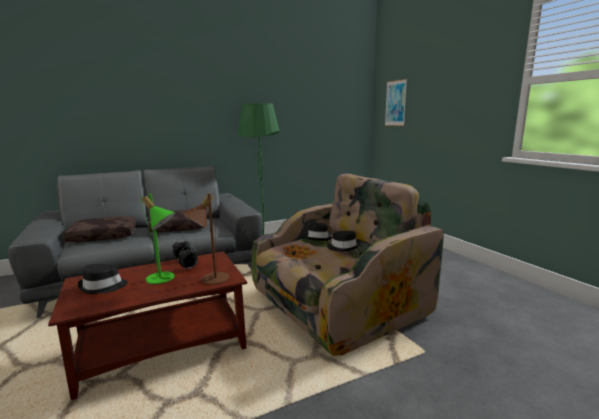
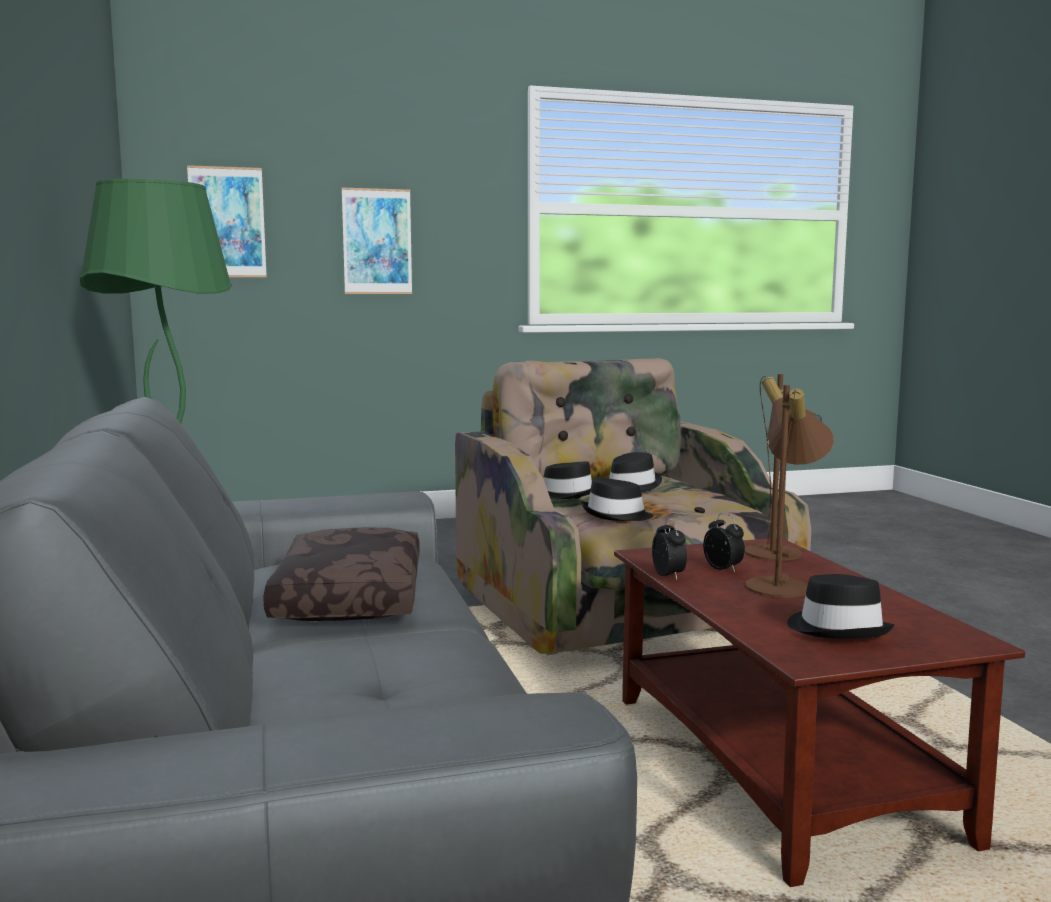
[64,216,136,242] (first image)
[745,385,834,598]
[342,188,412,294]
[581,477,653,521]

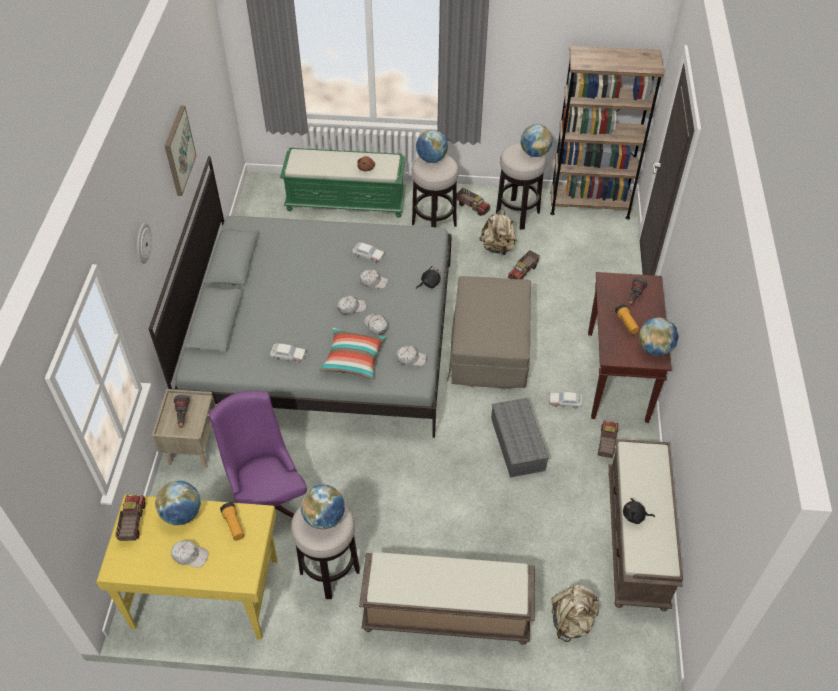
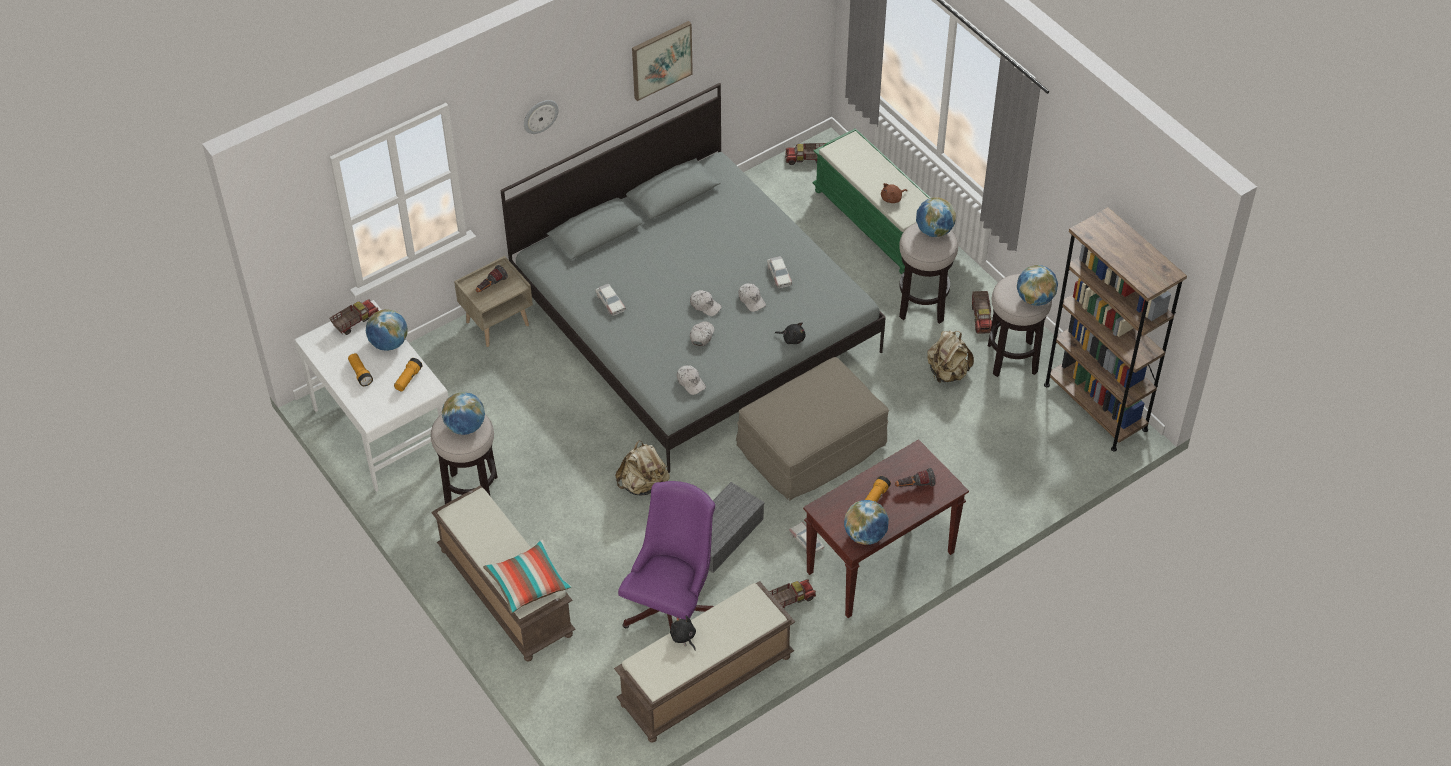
[294,300,449,492]
[348,353,373,386]
[618,481,715,630]
[483,539,572,614]
[785,143,826,165]
[615,440,670,495]

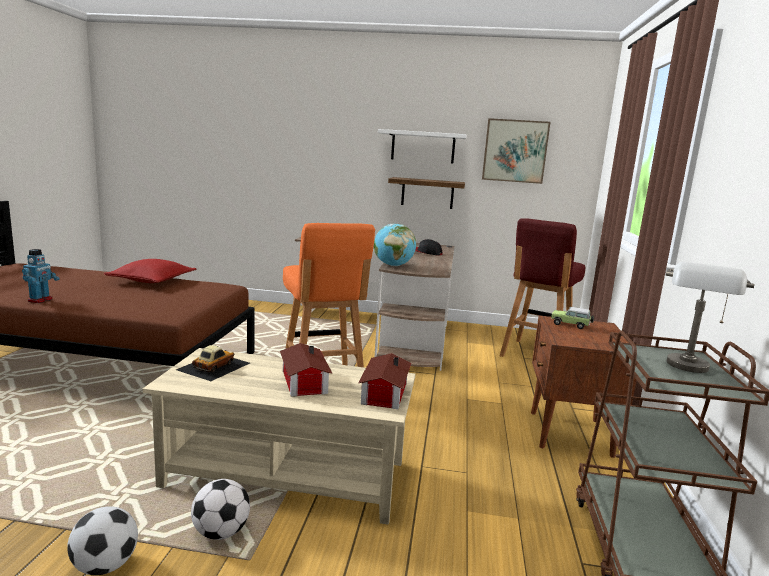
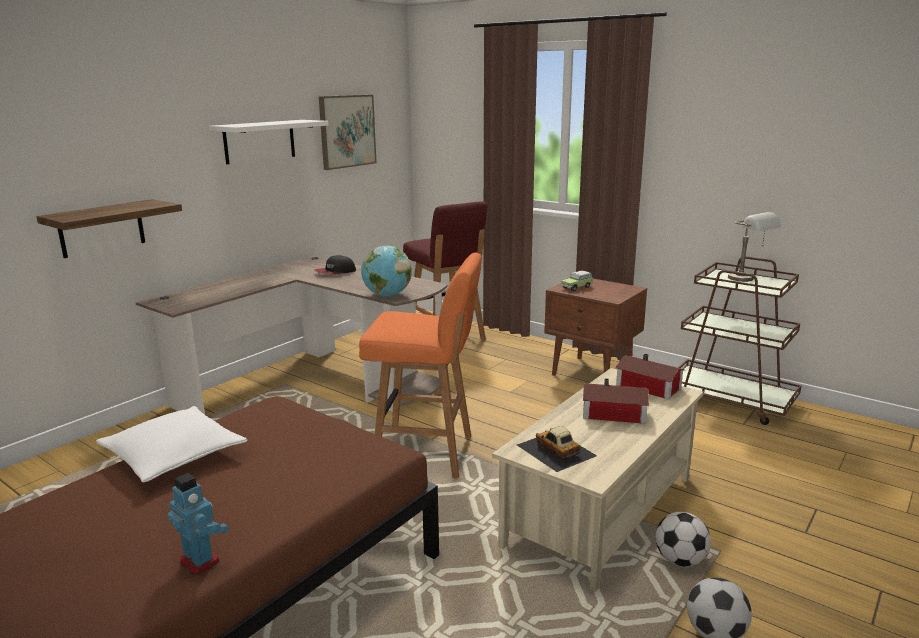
[96,406,248,482]
[36,199,182,258]

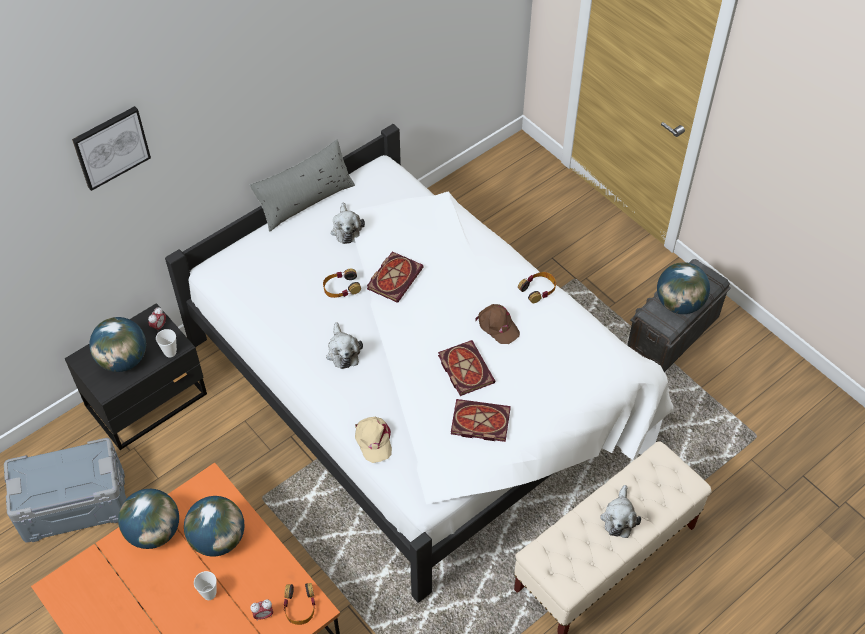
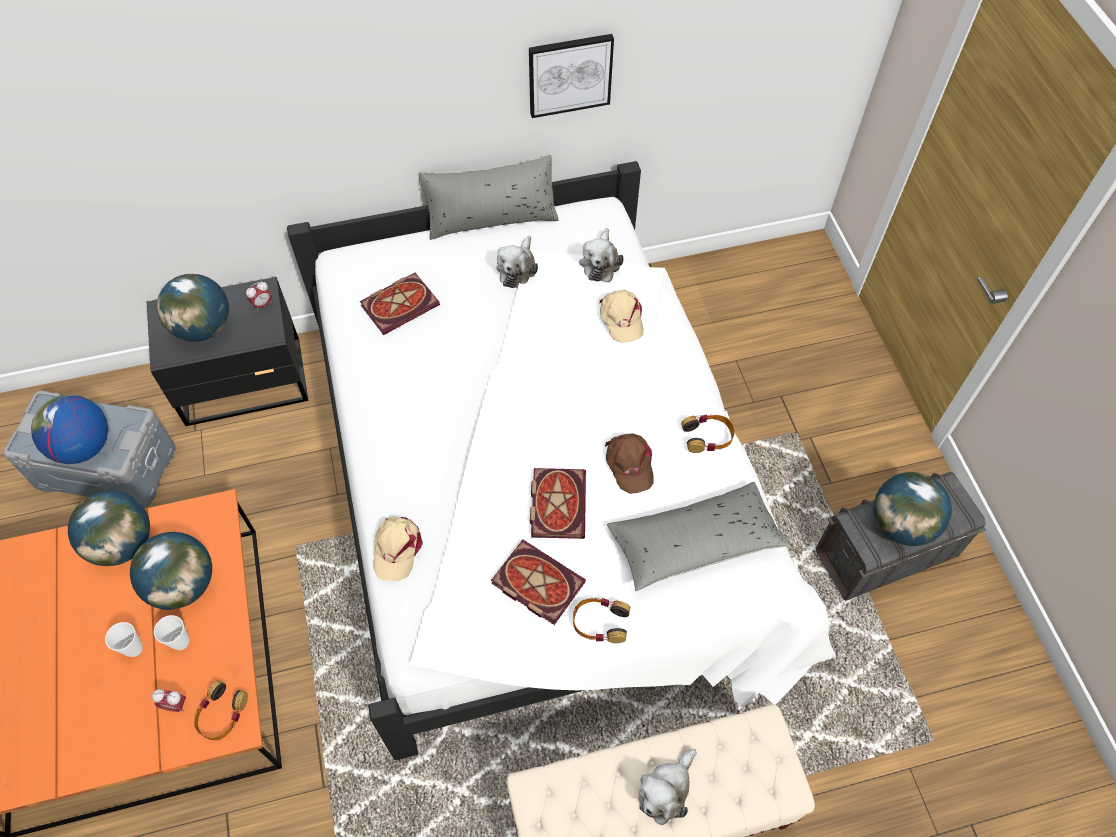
[529,34,614,118]
[154,615,190,650]
[573,598,630,643]
[579,228,624,282]
[360,273,440,335]
[31,395,108,464]
[599,290,643,343]
[607,482,791,591]

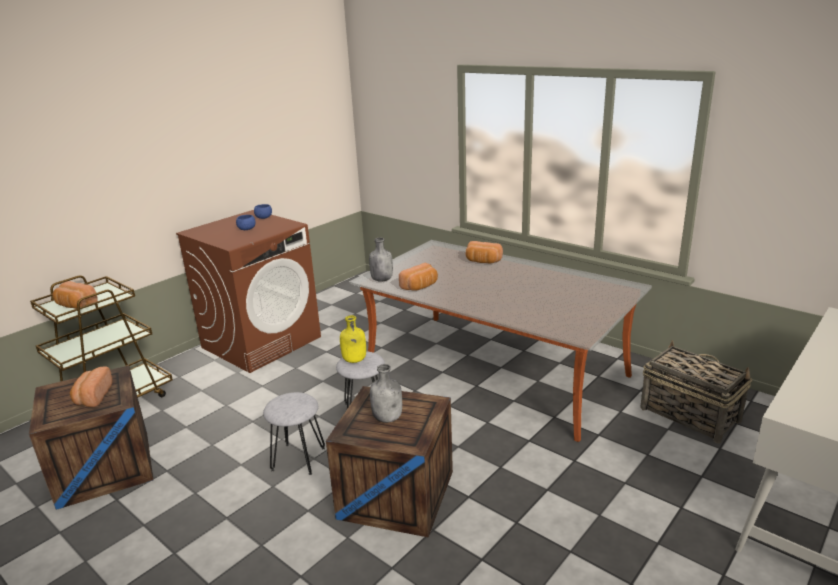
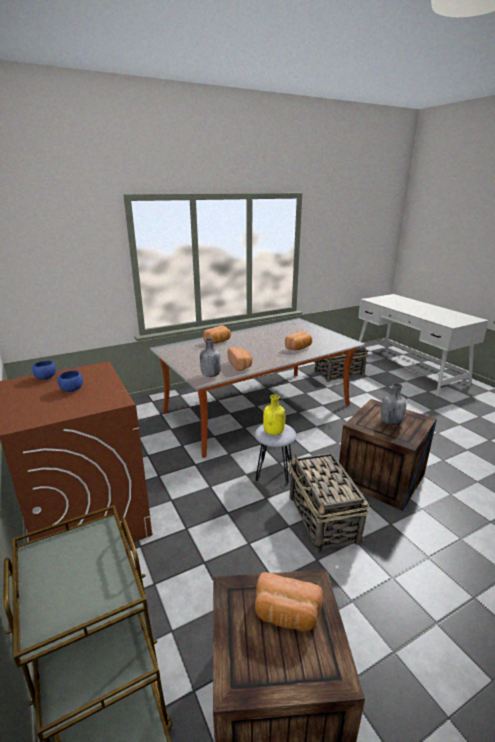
[285,331,312,350]
[288,453,369,553]

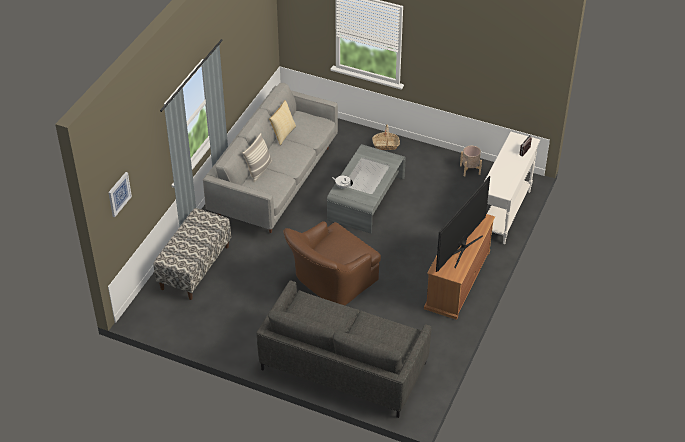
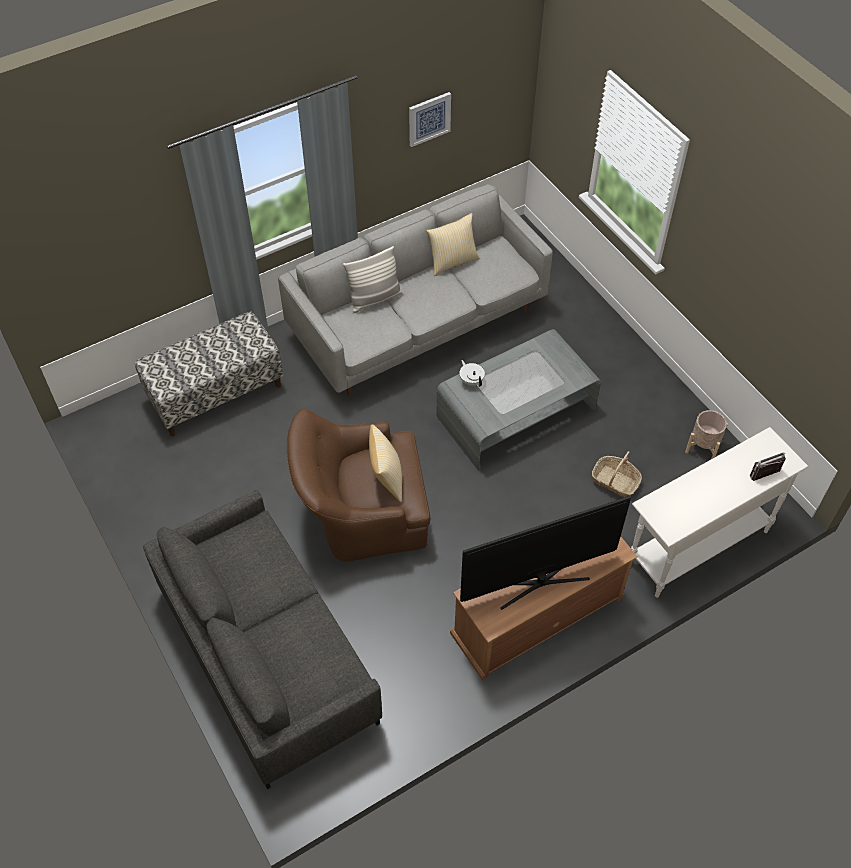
[409,92,451,147]
[592,451,642,497]
[369,424,402,502]

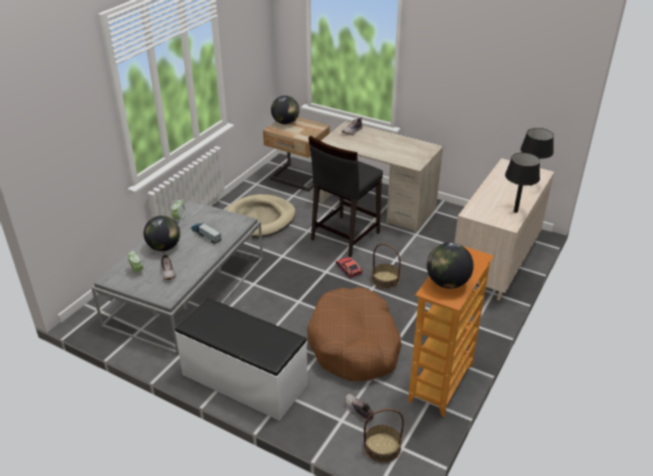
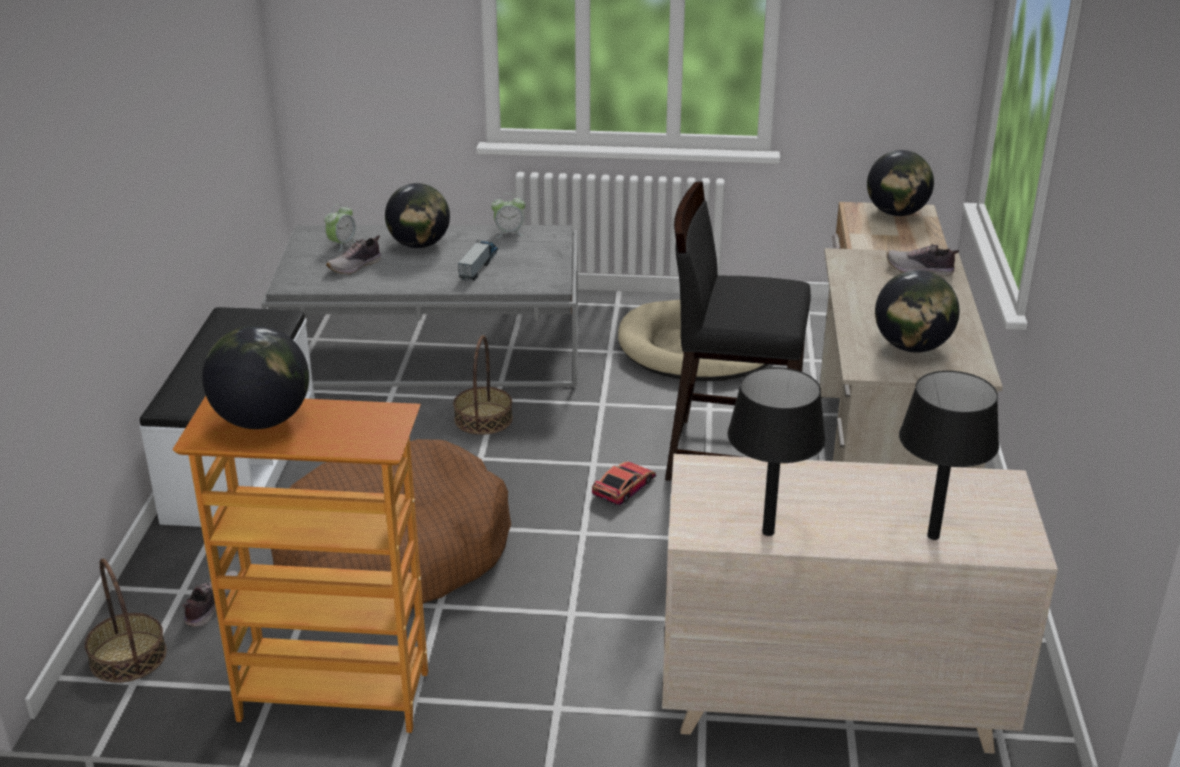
[453,335,513,435]
[875,270,959,352]

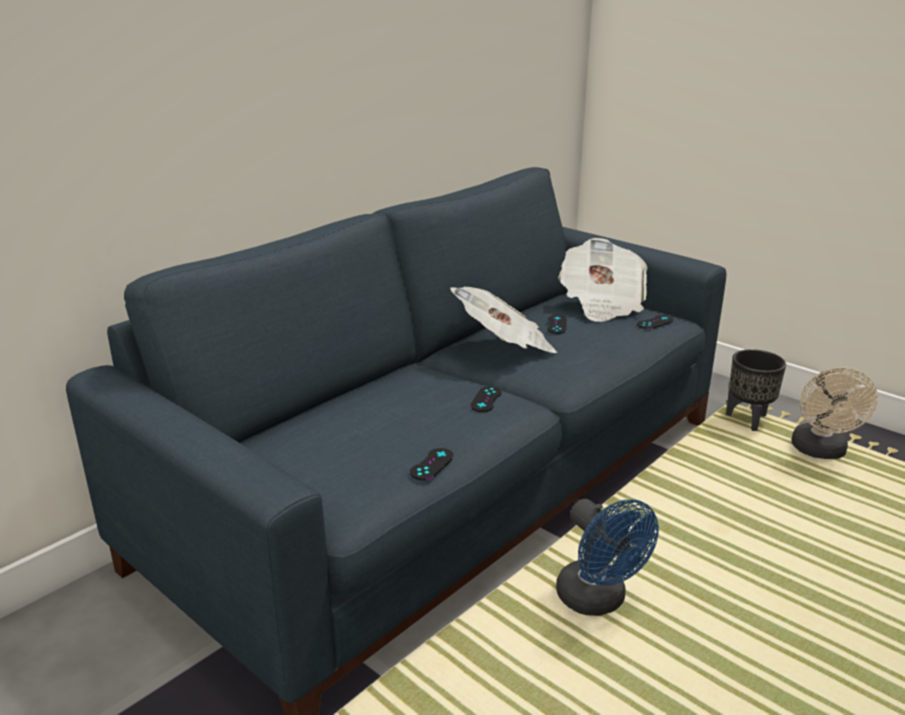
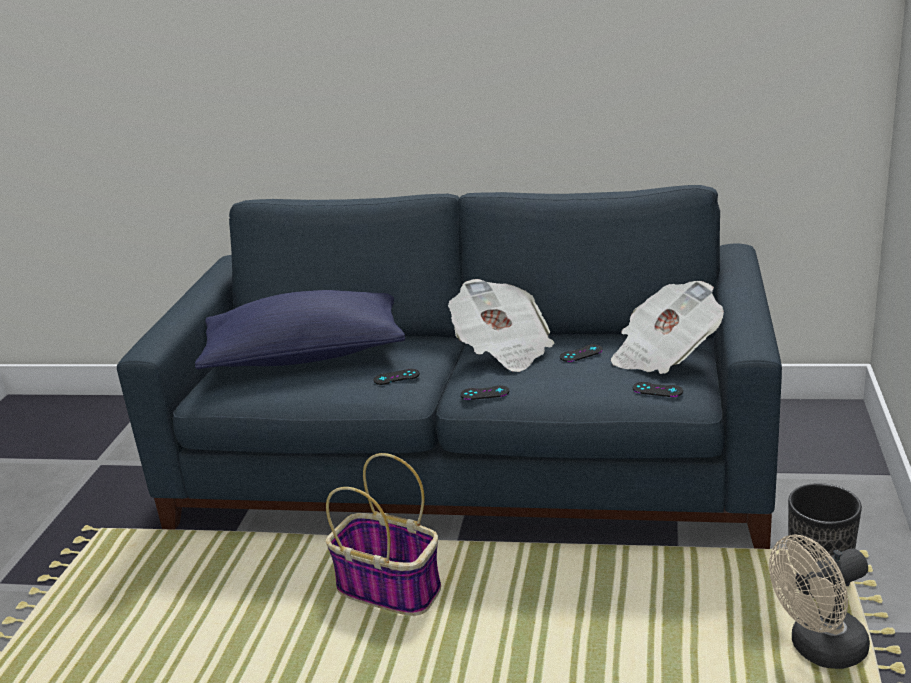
[460,385,509,400]
[326,453,441,616]
[195,290,405,369]

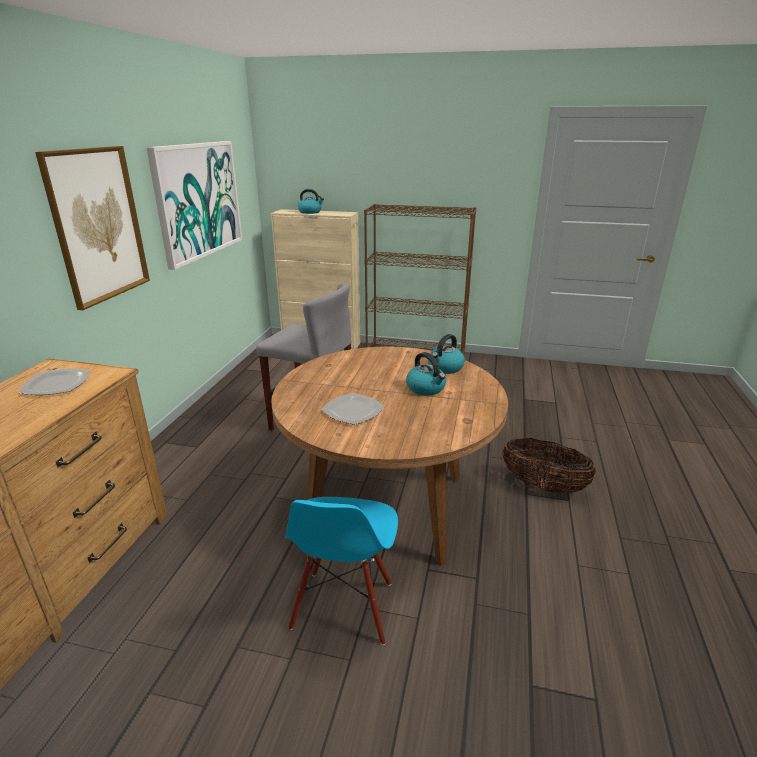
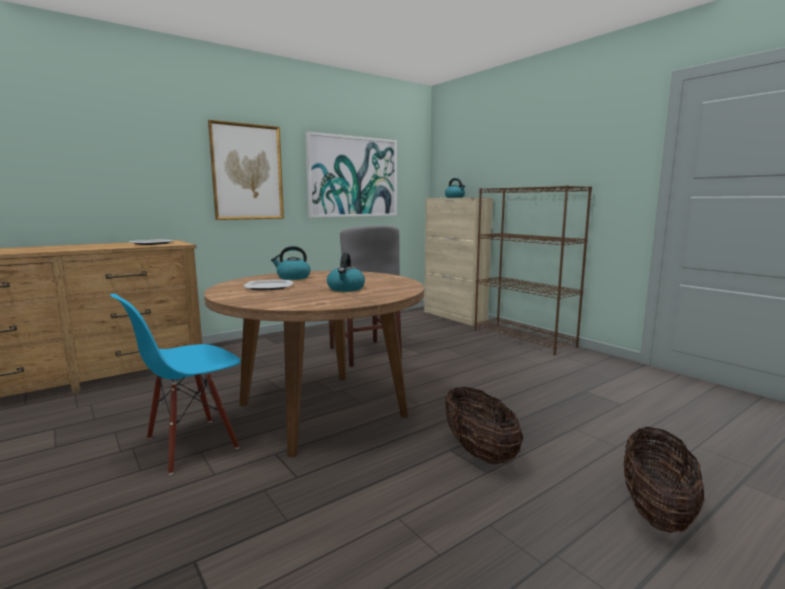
[271,246,311,280]
[623,427,705,533]

